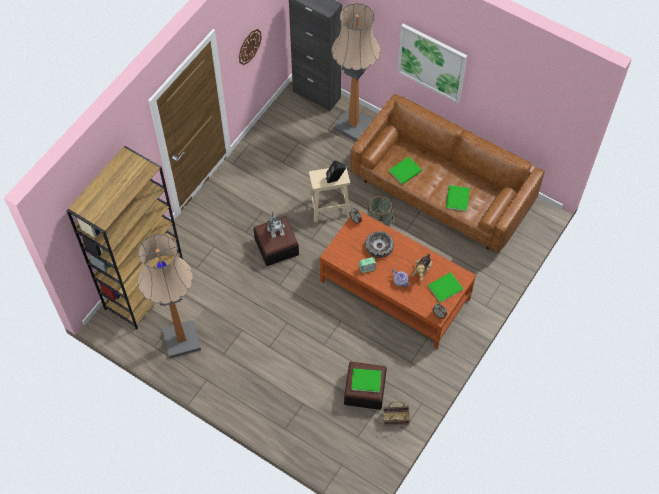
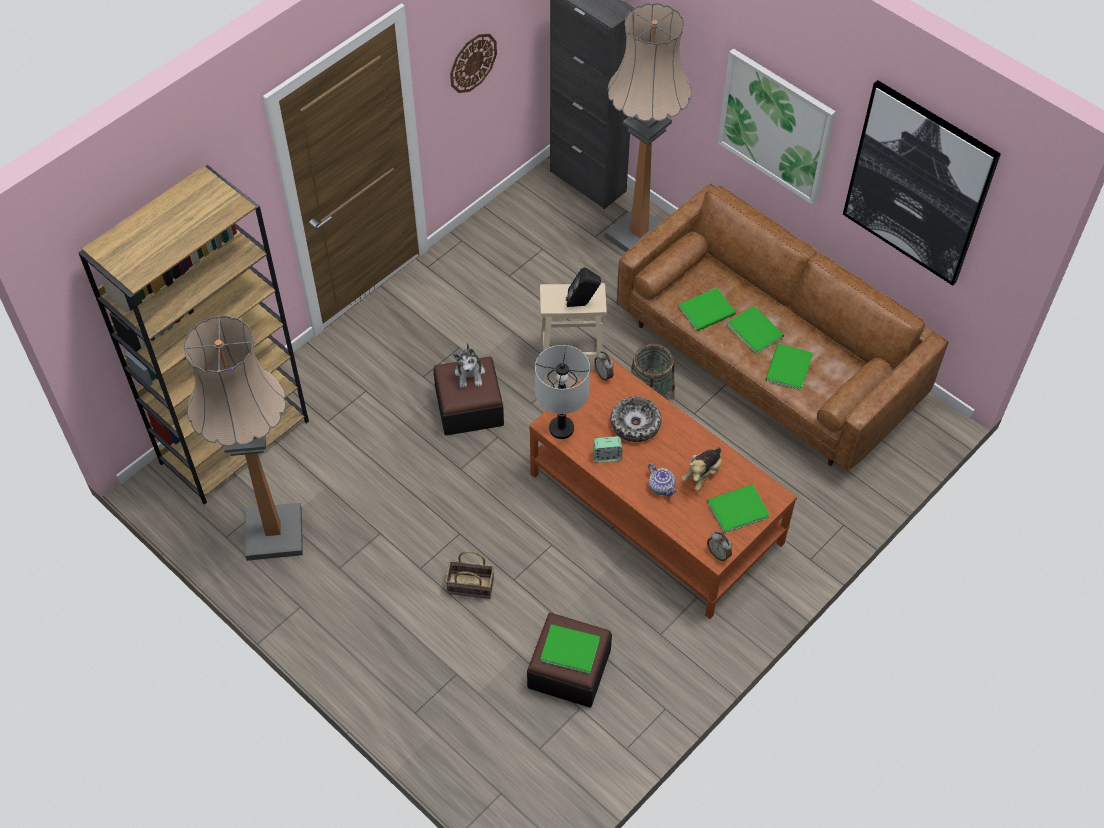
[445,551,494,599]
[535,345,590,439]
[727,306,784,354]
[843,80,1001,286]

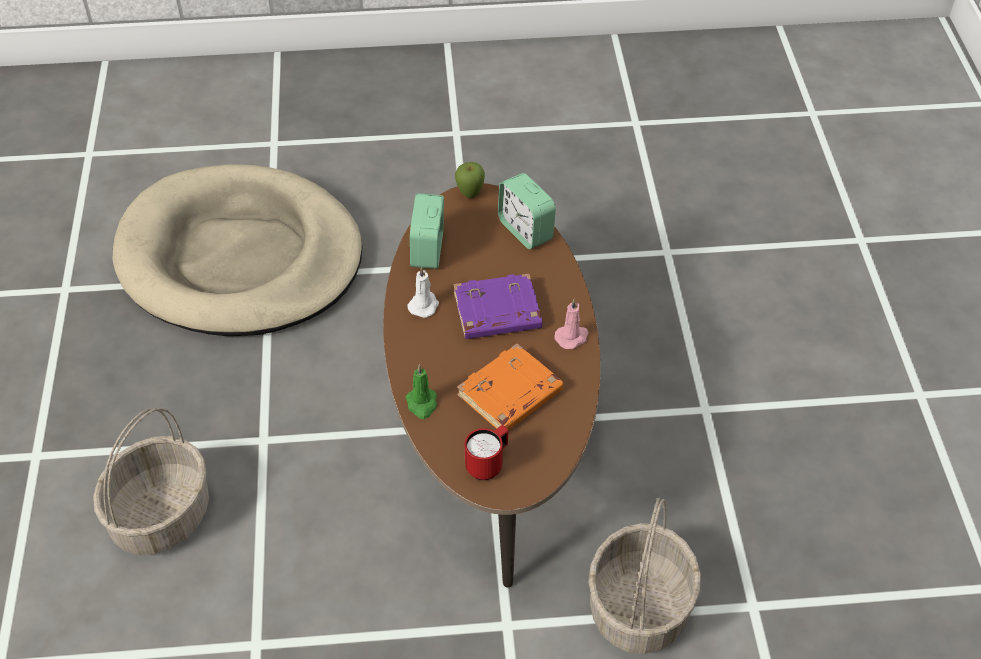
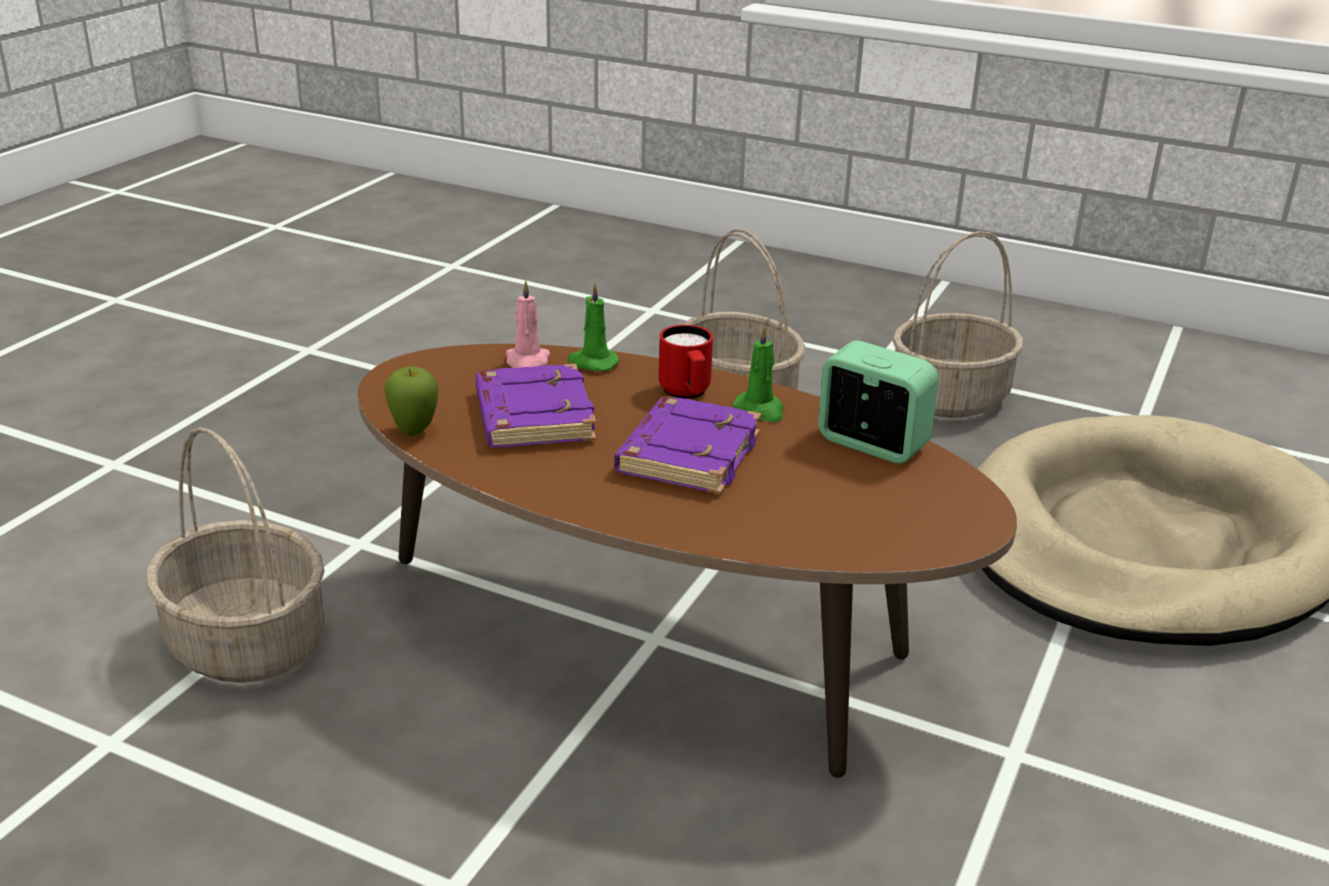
[733,325,784,422]
[384,366,439,436]
[475,364,596,448]
[659,325,713,399]
[498,173,556,249] (first image)
[506,280,550,368]
[892,231,1023,418]

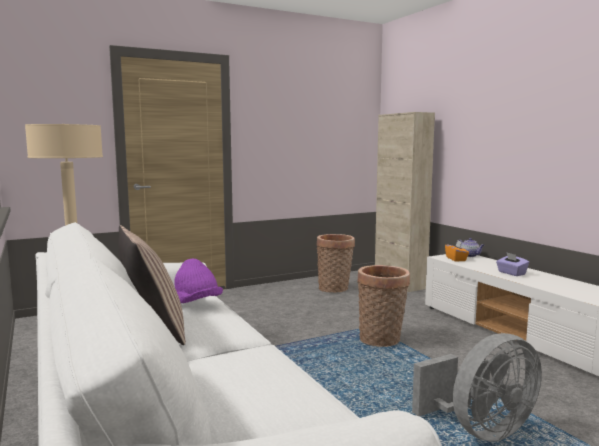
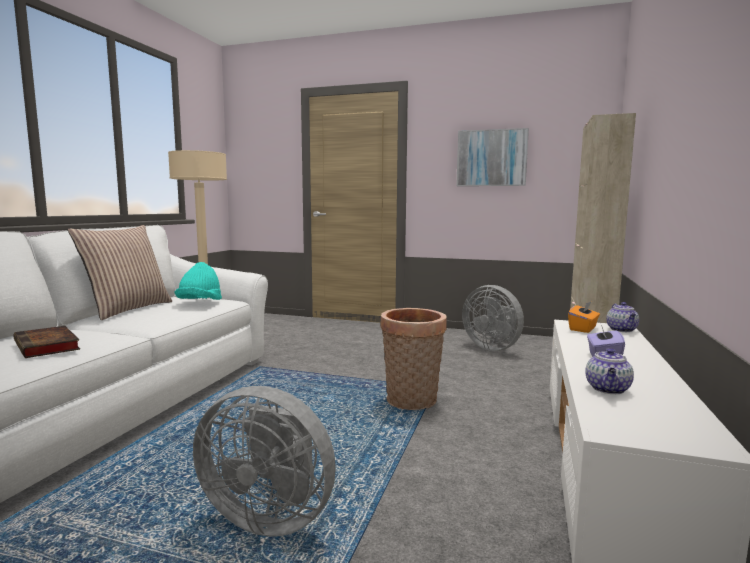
[174,262,222,300]
[462,285,524,351]
[13,326,80,358]
[456,128,529,186]
[585,348,634,394]

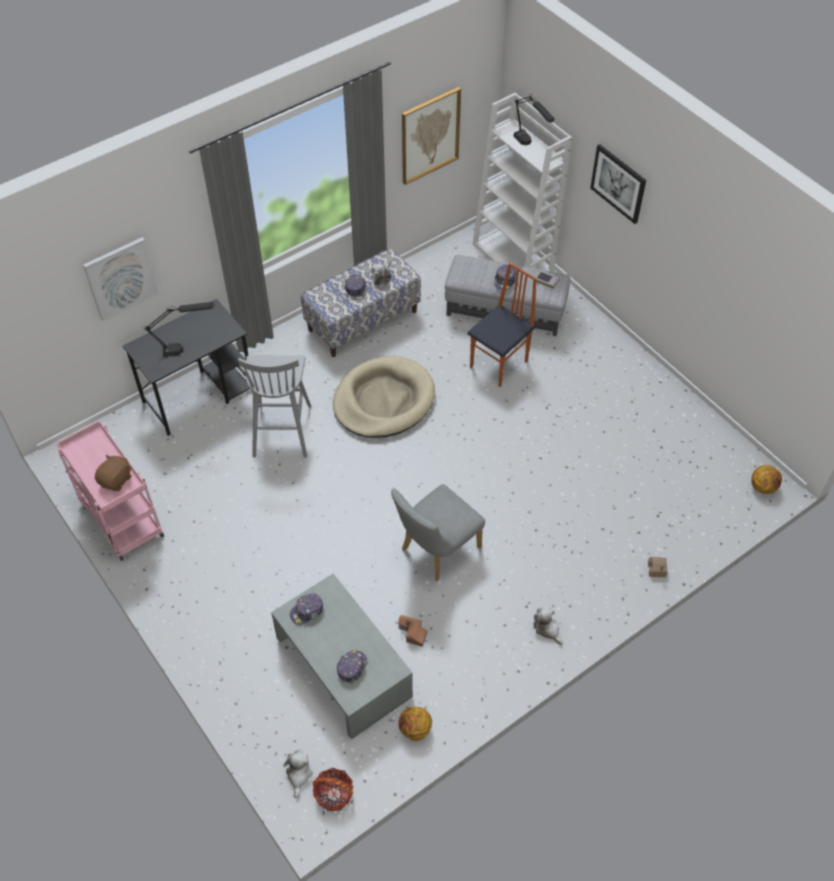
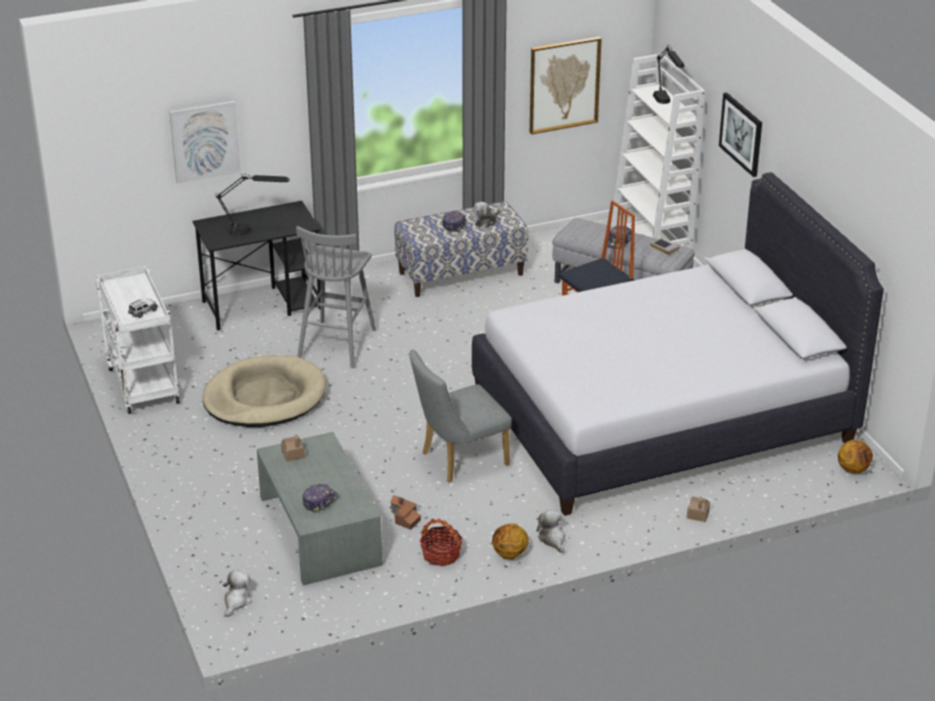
[96,266,180,414]
[128,299,158,318]
[281,435,305,462]
[420,519,463,566]
[202,355,326,427]
[492,523,529,559]
[472,172,884,516]

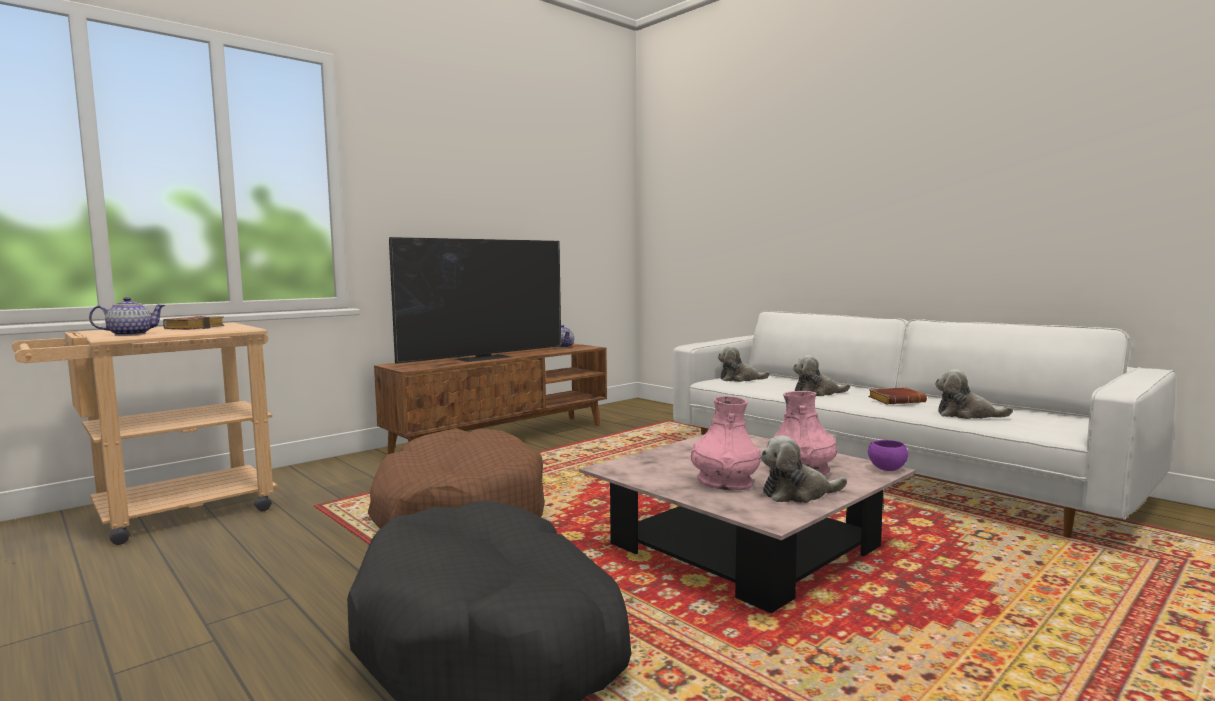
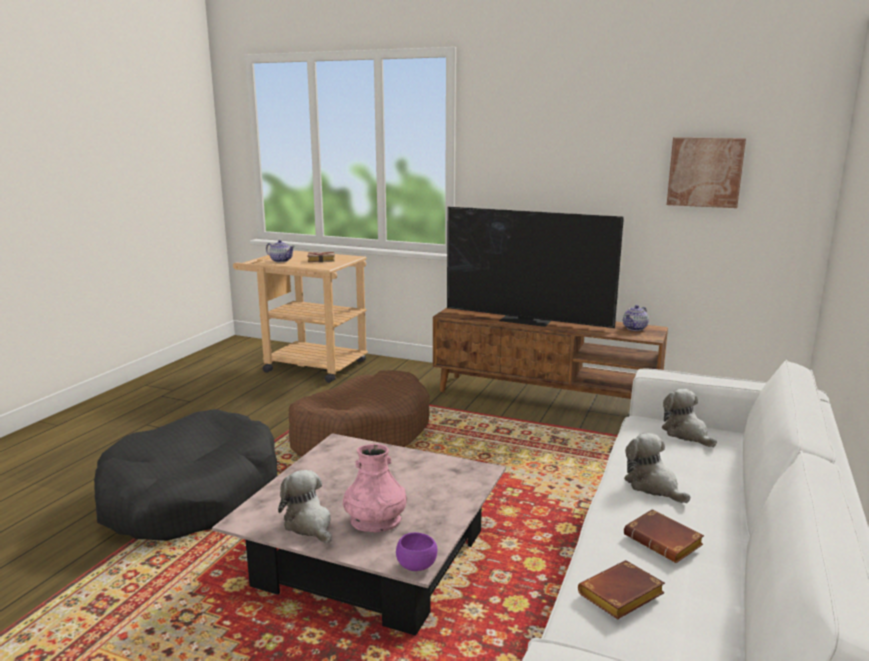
[691,396,760,490] (first image)
[578,560,665,619]
[667,137,746,208]

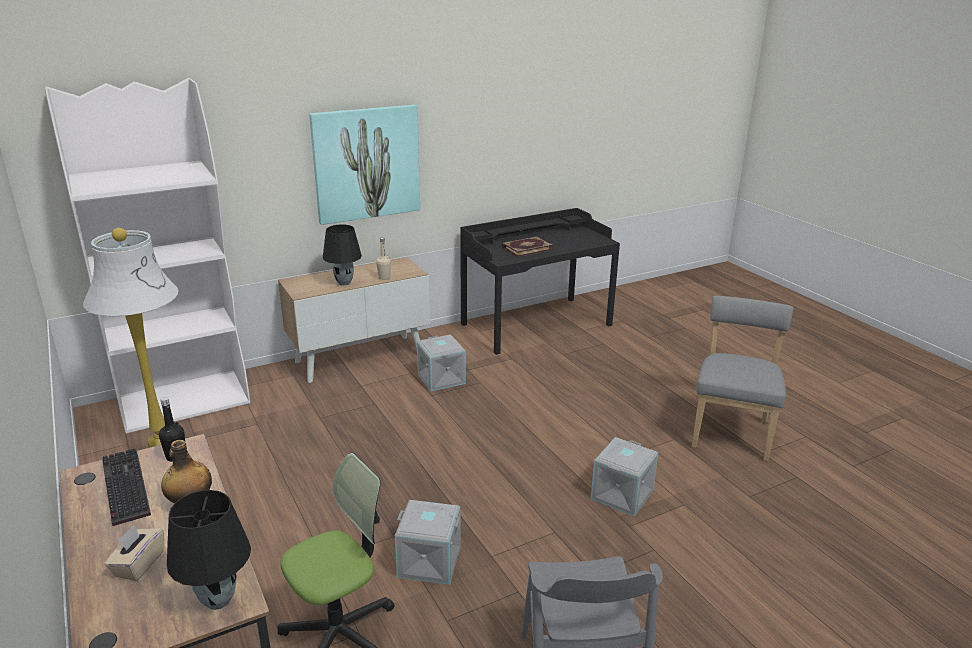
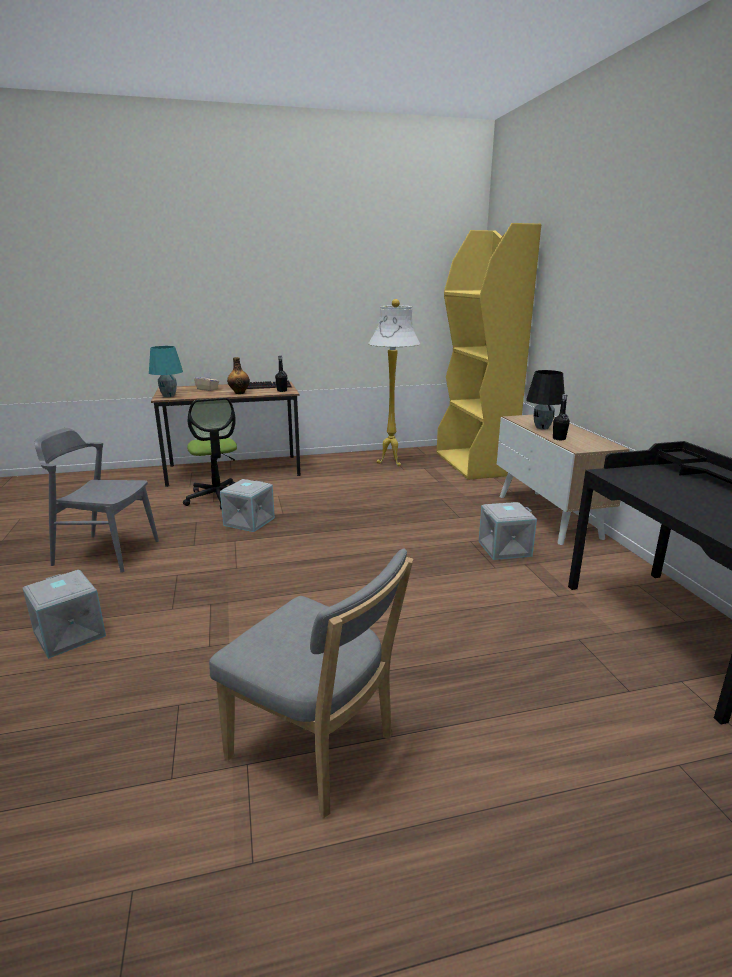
[437,223,541,480]
[149,346,183,397]
[309,105,420,225] (first image)
[553,394,570,440]
[502,236,553,257] (first image)
[23,570,106,659]

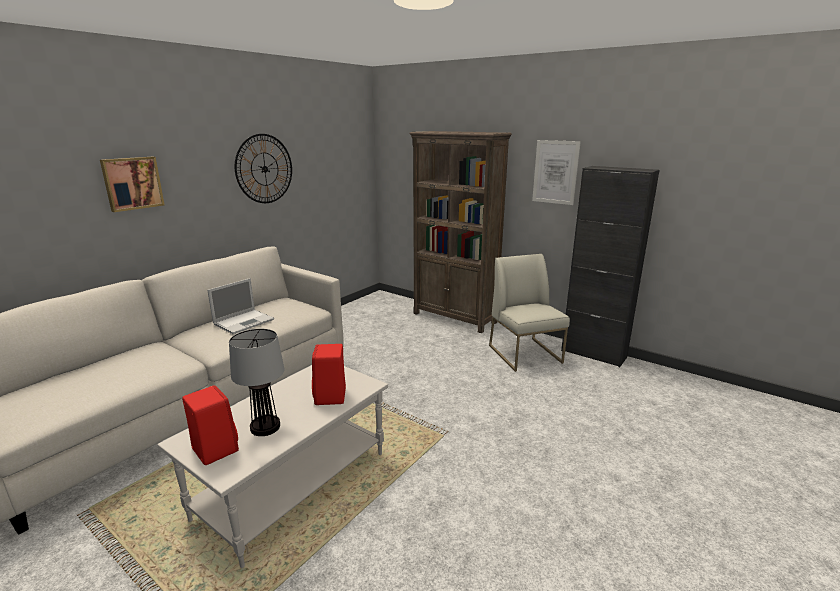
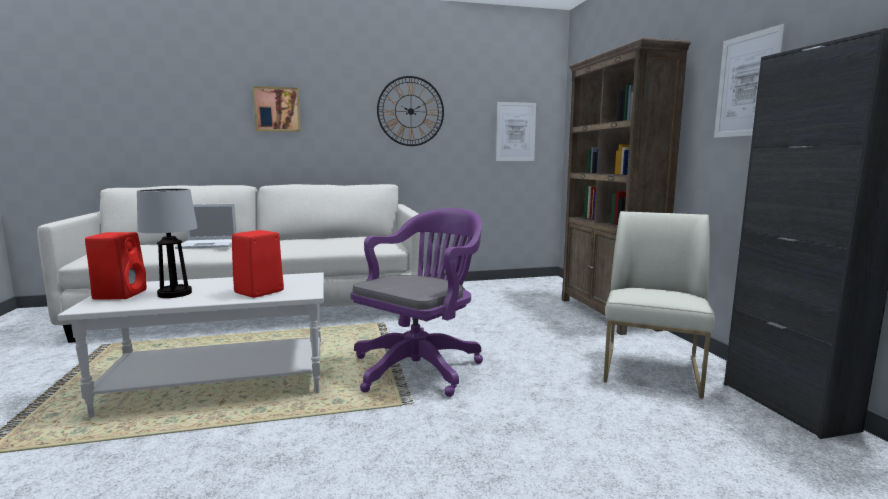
[175,204,237,249]
[350,208,483,397]
[496,102,536,161]

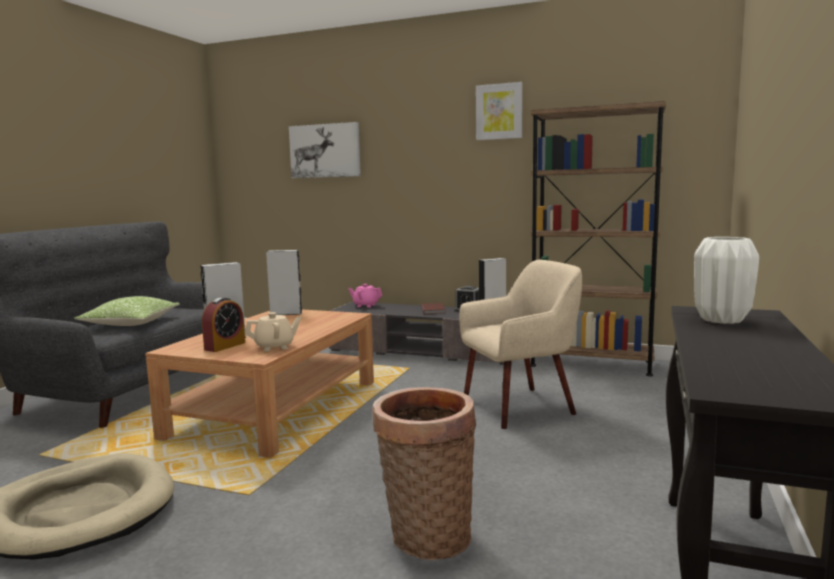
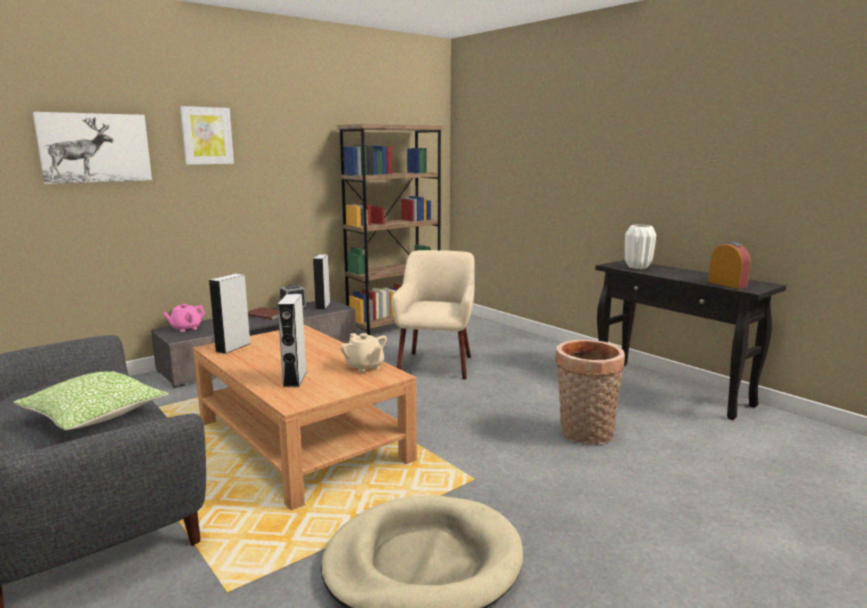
[708,241,750,289]
[340,333,387,373]
[180,106,234,165]

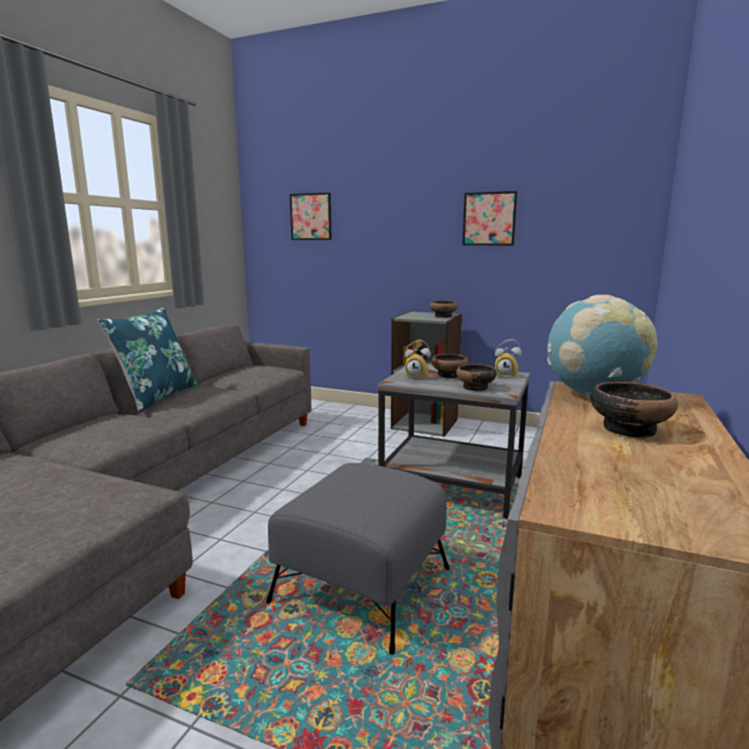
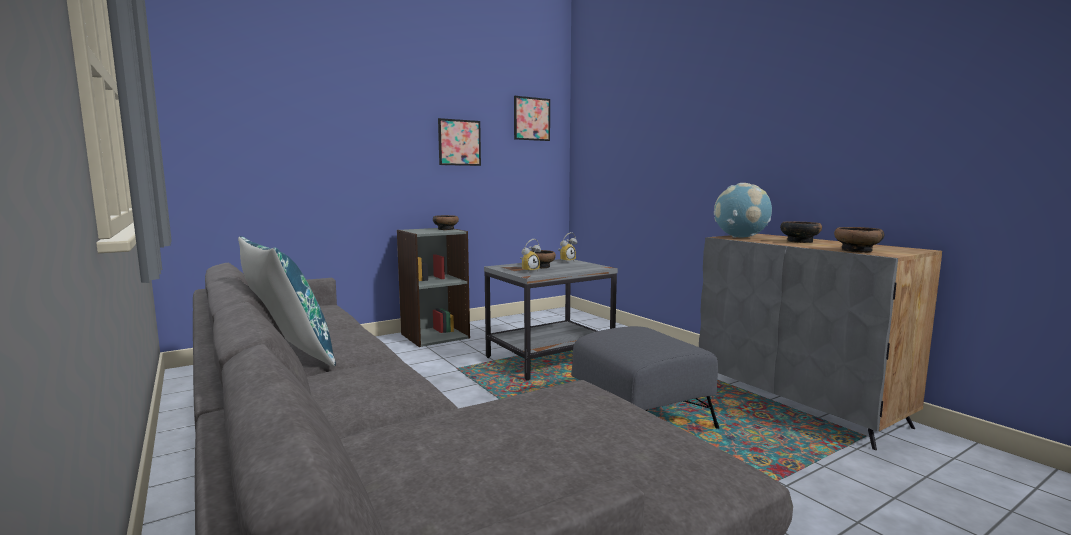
[514,96,550,141]
[834,227,884,253]

